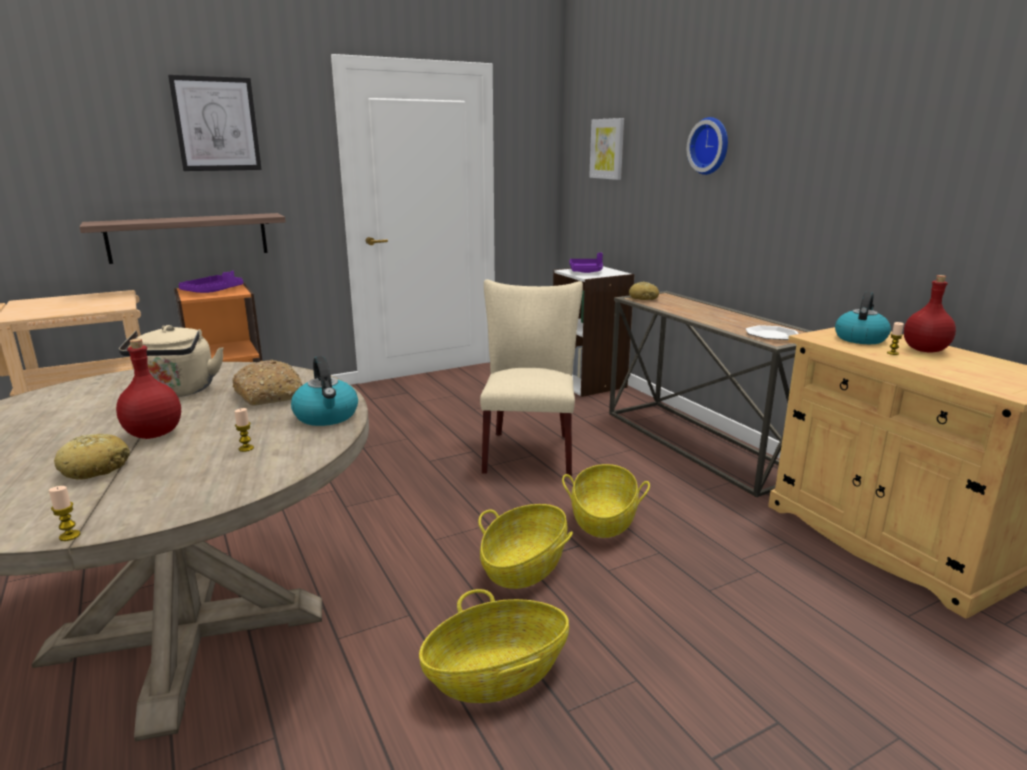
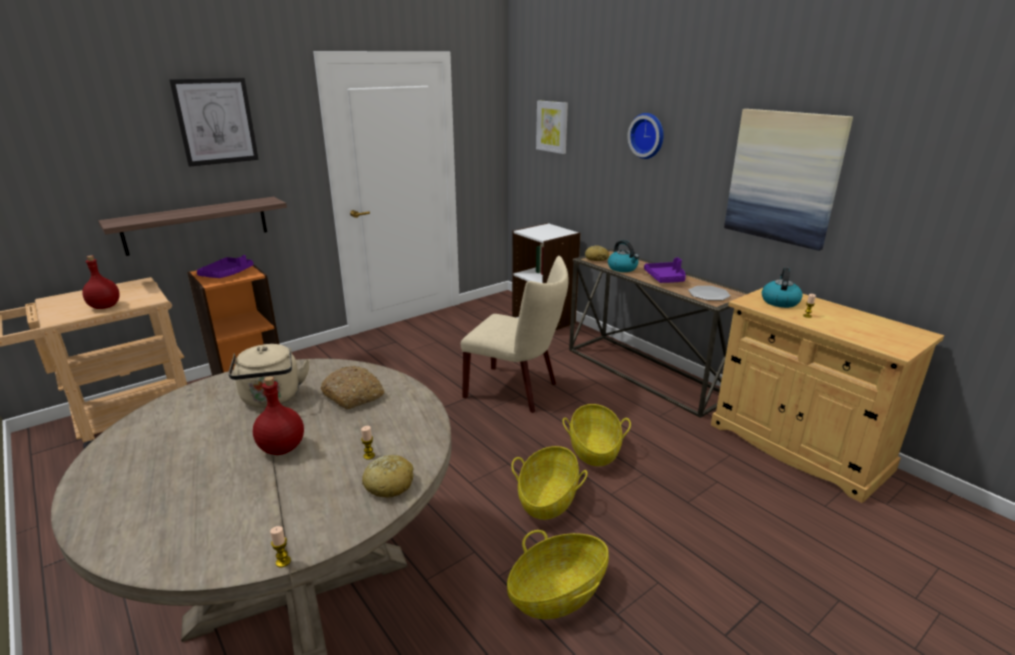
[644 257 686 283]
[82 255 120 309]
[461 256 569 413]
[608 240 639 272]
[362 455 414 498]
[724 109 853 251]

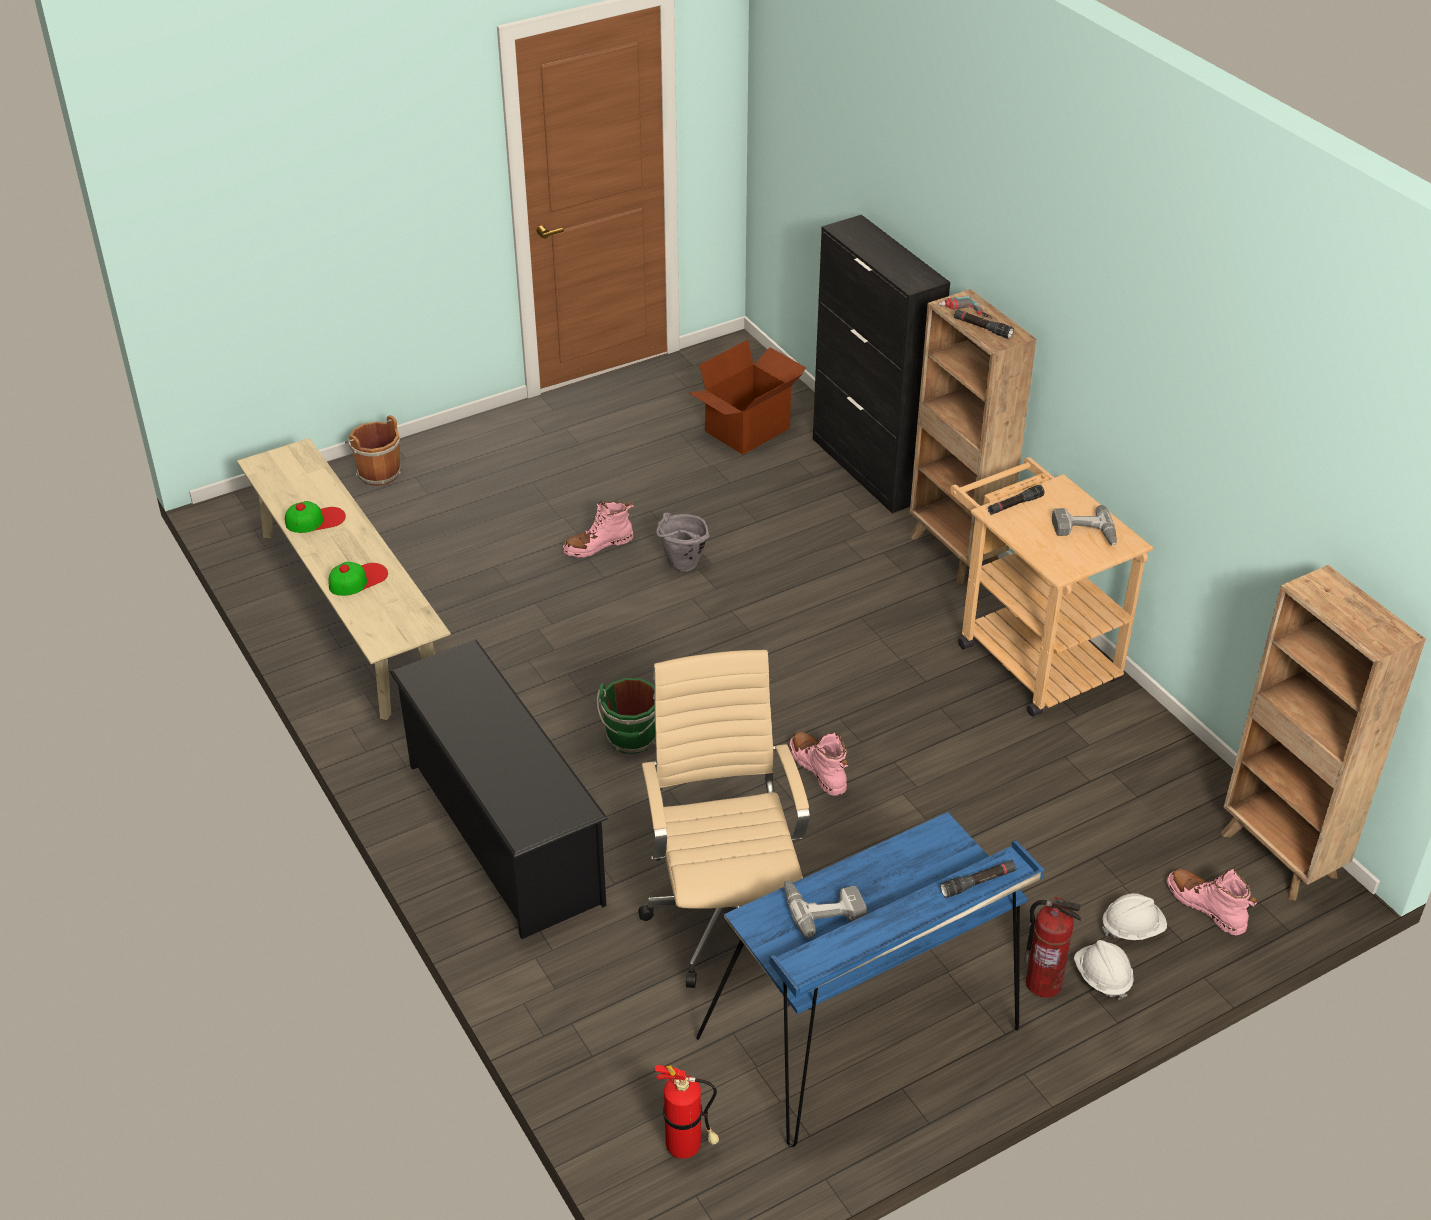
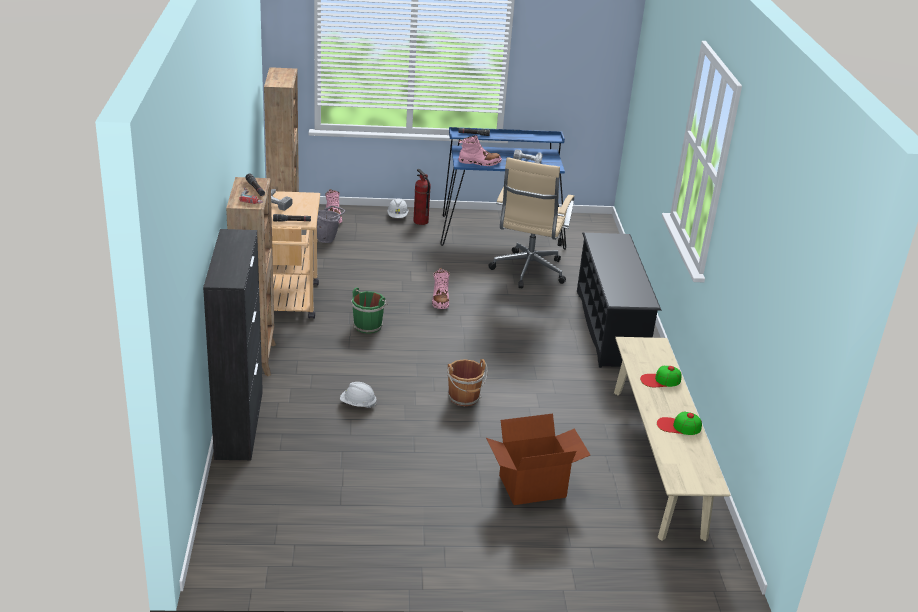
[486 414 590 505]
[447 359 488 406]
[458 135 502 166]
[317 206 345 243]
[351 287 388 334]
[340 382 377 408]
[654 1065 719 1159] (first image)

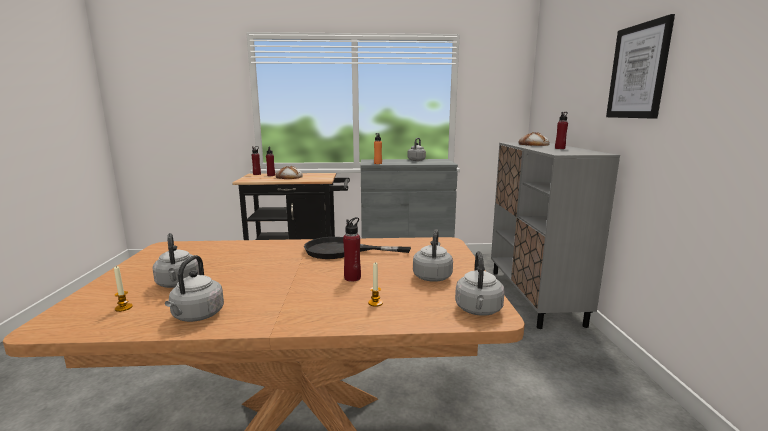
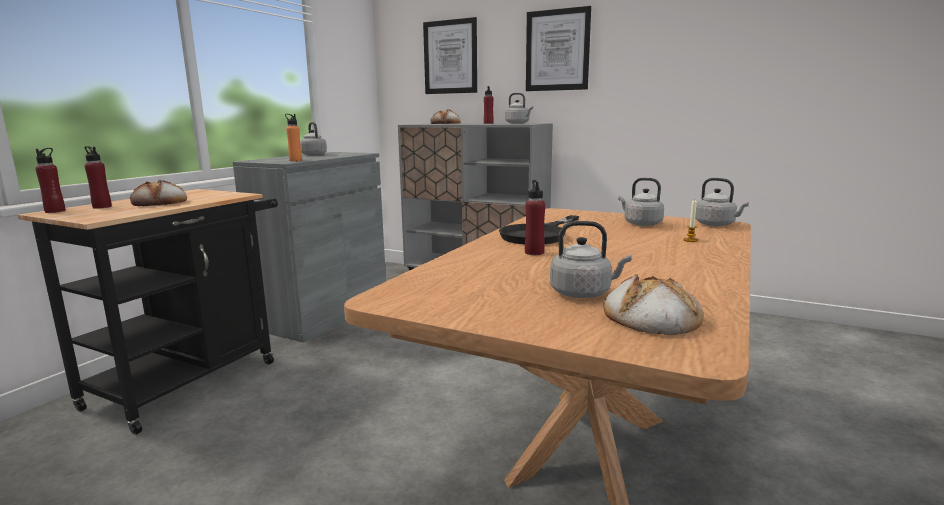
[525 180 545 255]
[505 93 533 124]
[604 274 703 335]
[423 17 477 94]

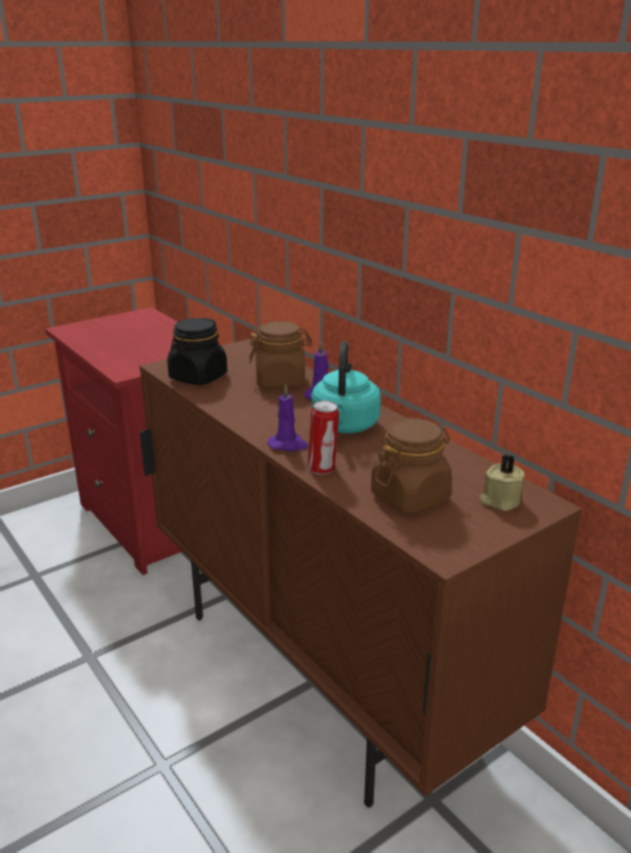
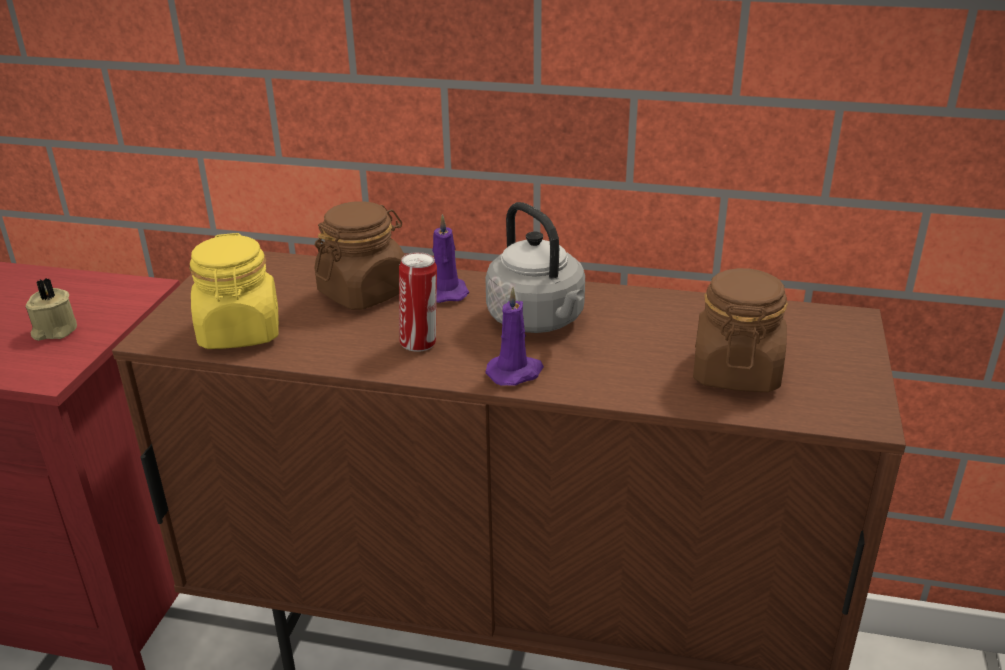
[189 233 279 349]
[485 202 585 333]
[399 252 437 352]
[26 278 77 341]

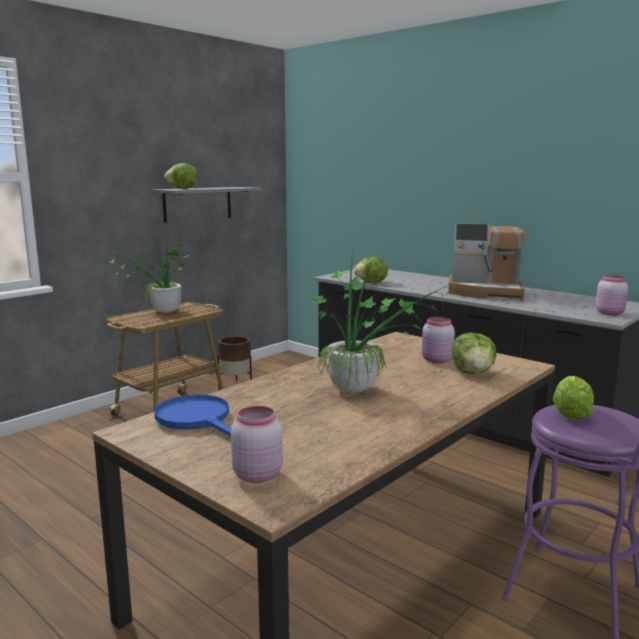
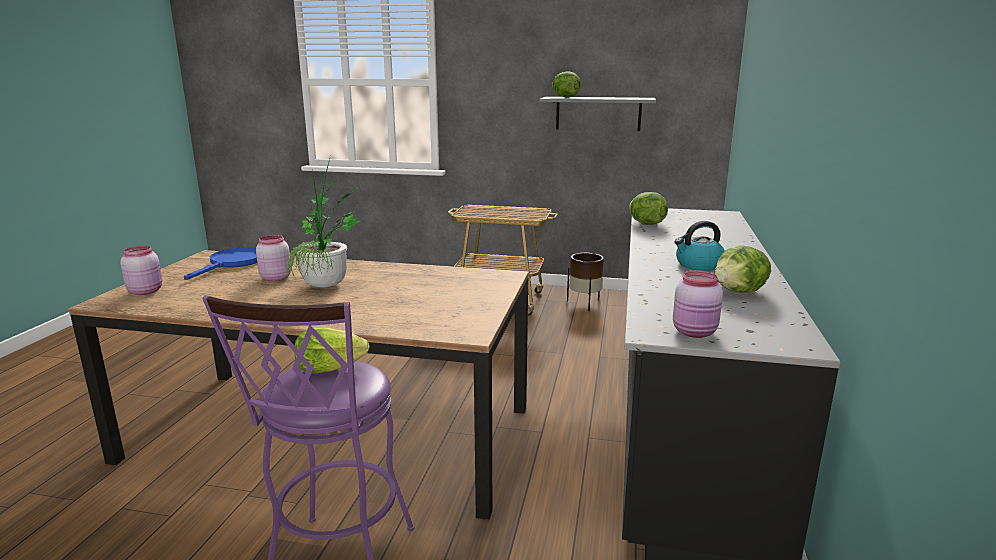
[675 221 725 271]
[108 233 191 313] (first image)
[256 235 291 281]
[715 245 771 293]

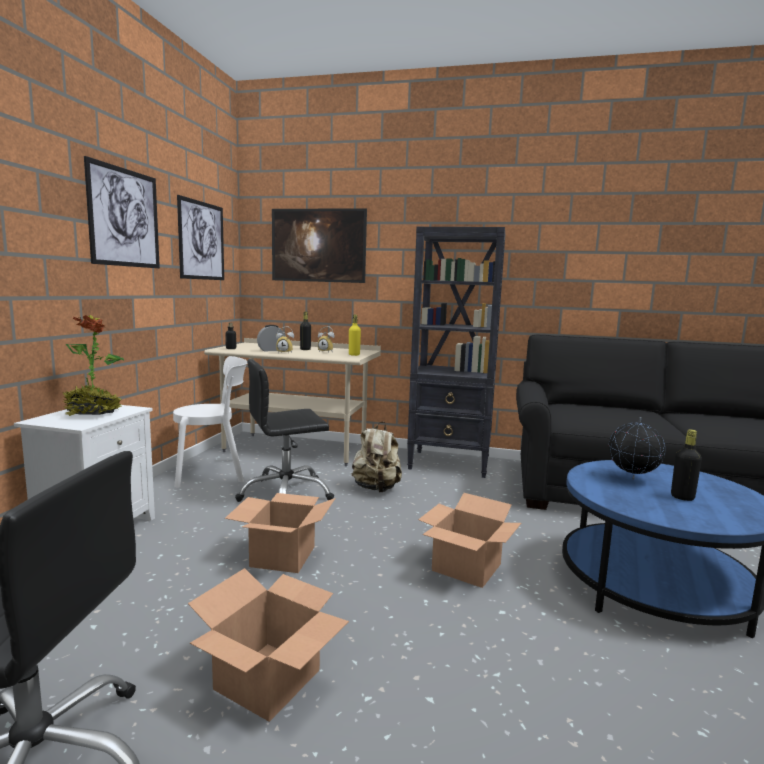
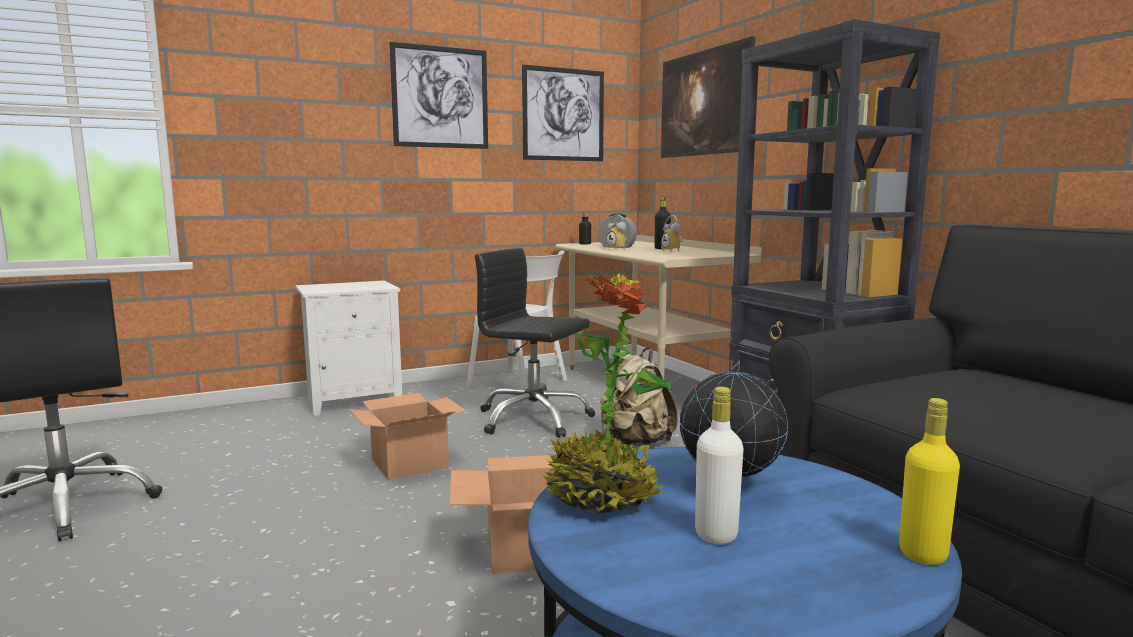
[542 273 672 514]
[899 398 960 565]
[695 387 743 544]
[188 568 349 722] (first image)

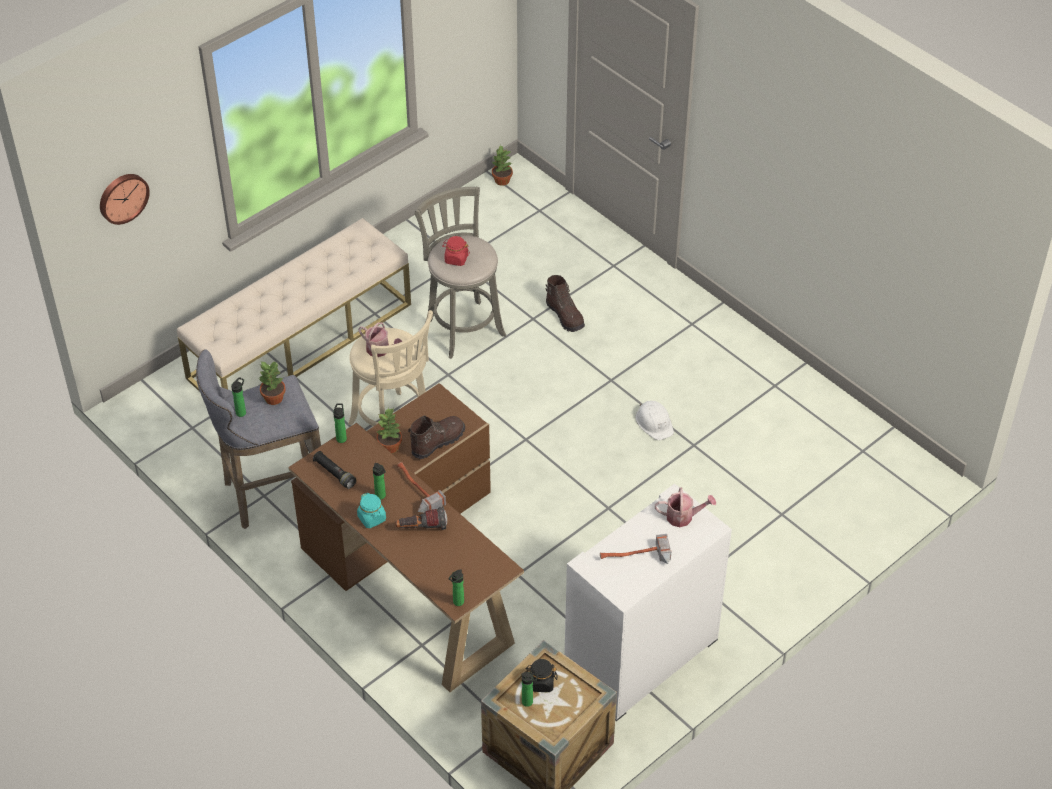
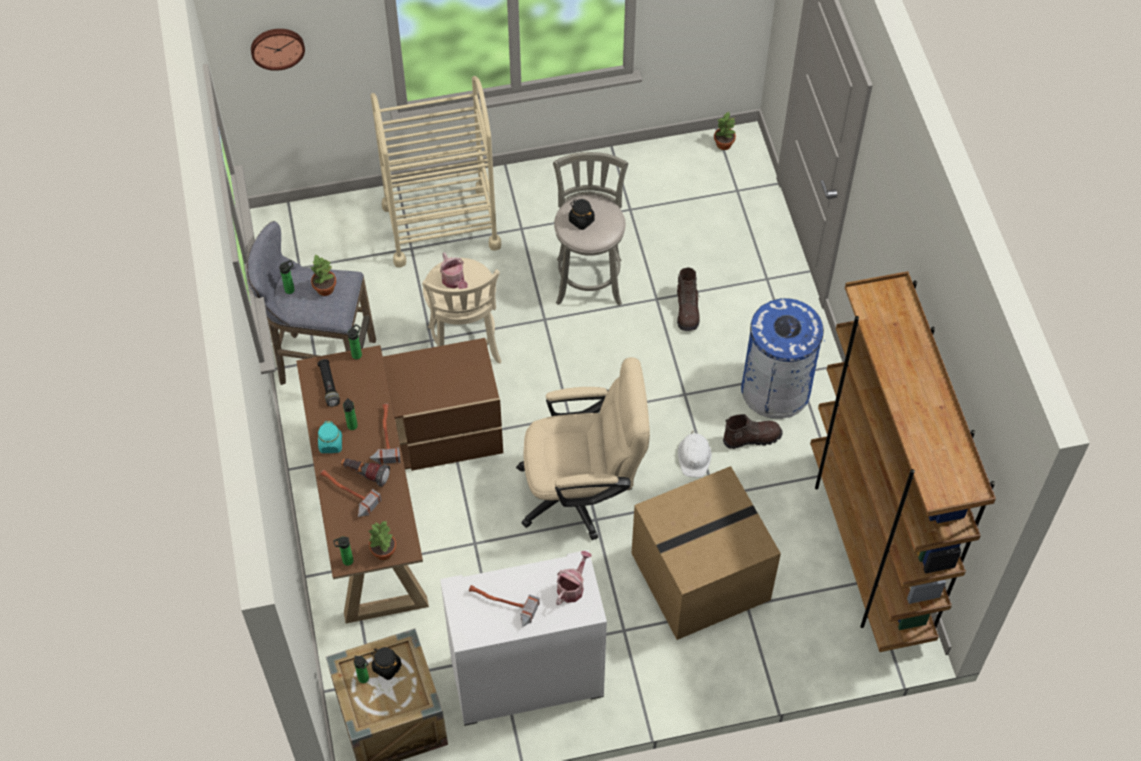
[371 76 501 267]
[569 199 595 230]
[368 520 396 560]
[723 414 783 449]
[556 551 592 605]
[810 271 996 652]
[741 298 825 419]
[516 357 650 540]
[631 466 781 640]
[320 470 382 517]

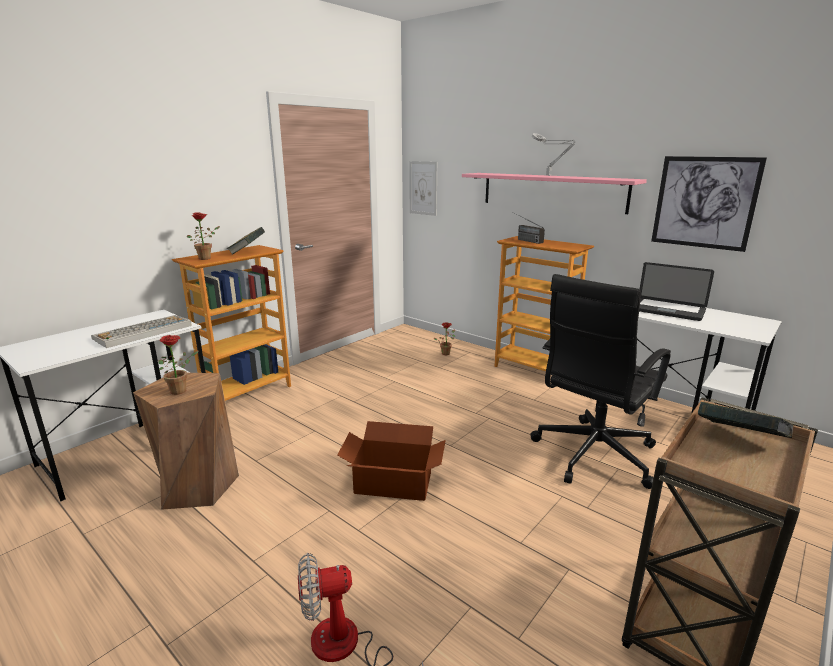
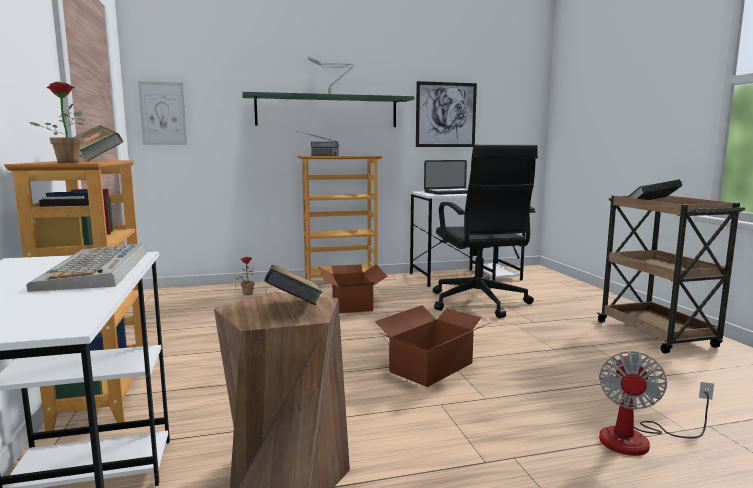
[242 92 415 127]
[264 265 323 305]
[319 264 388 313]

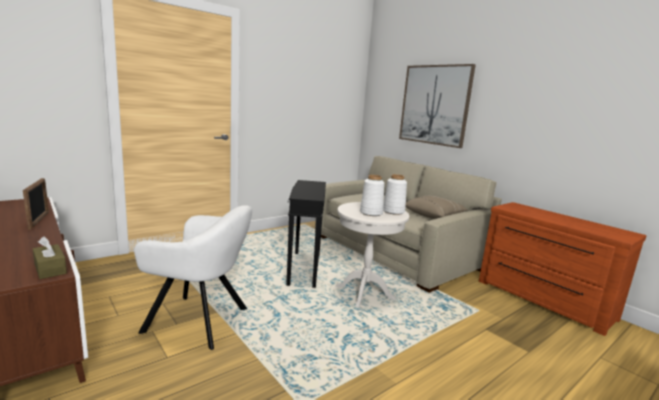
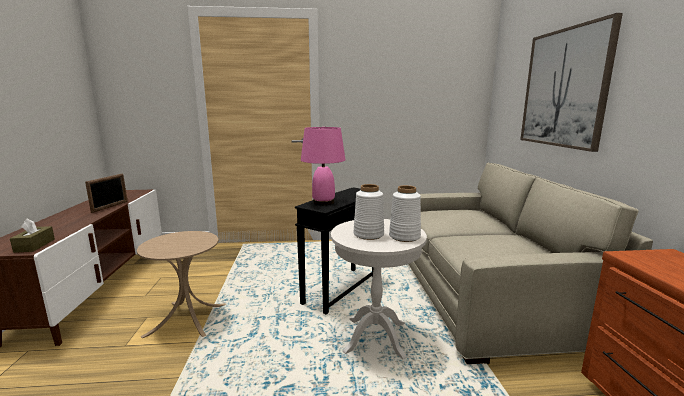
[406 195 467 219] (first image)
[137 231 226 338]
[301 127 345 205]

